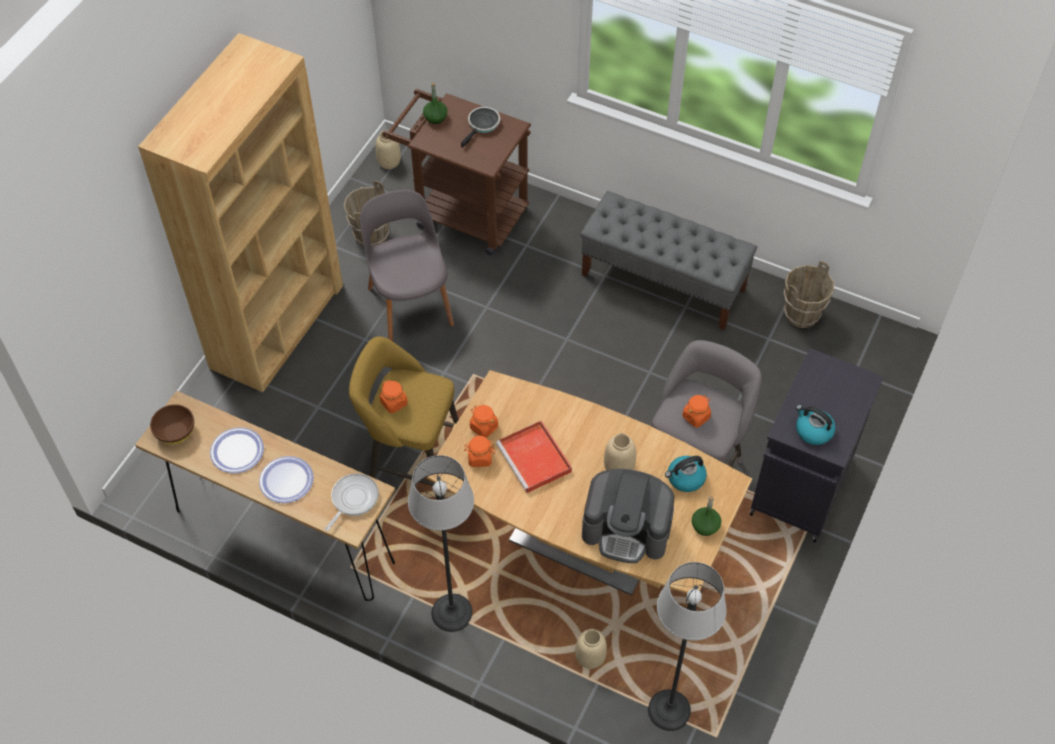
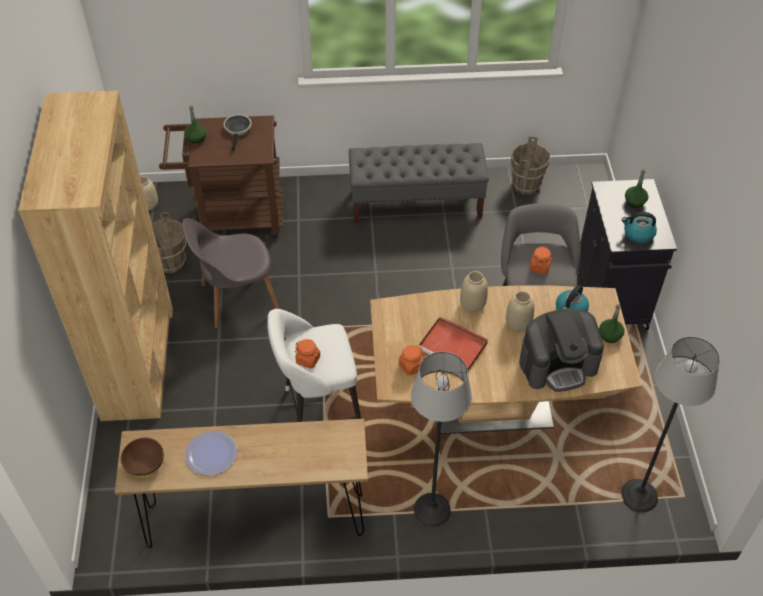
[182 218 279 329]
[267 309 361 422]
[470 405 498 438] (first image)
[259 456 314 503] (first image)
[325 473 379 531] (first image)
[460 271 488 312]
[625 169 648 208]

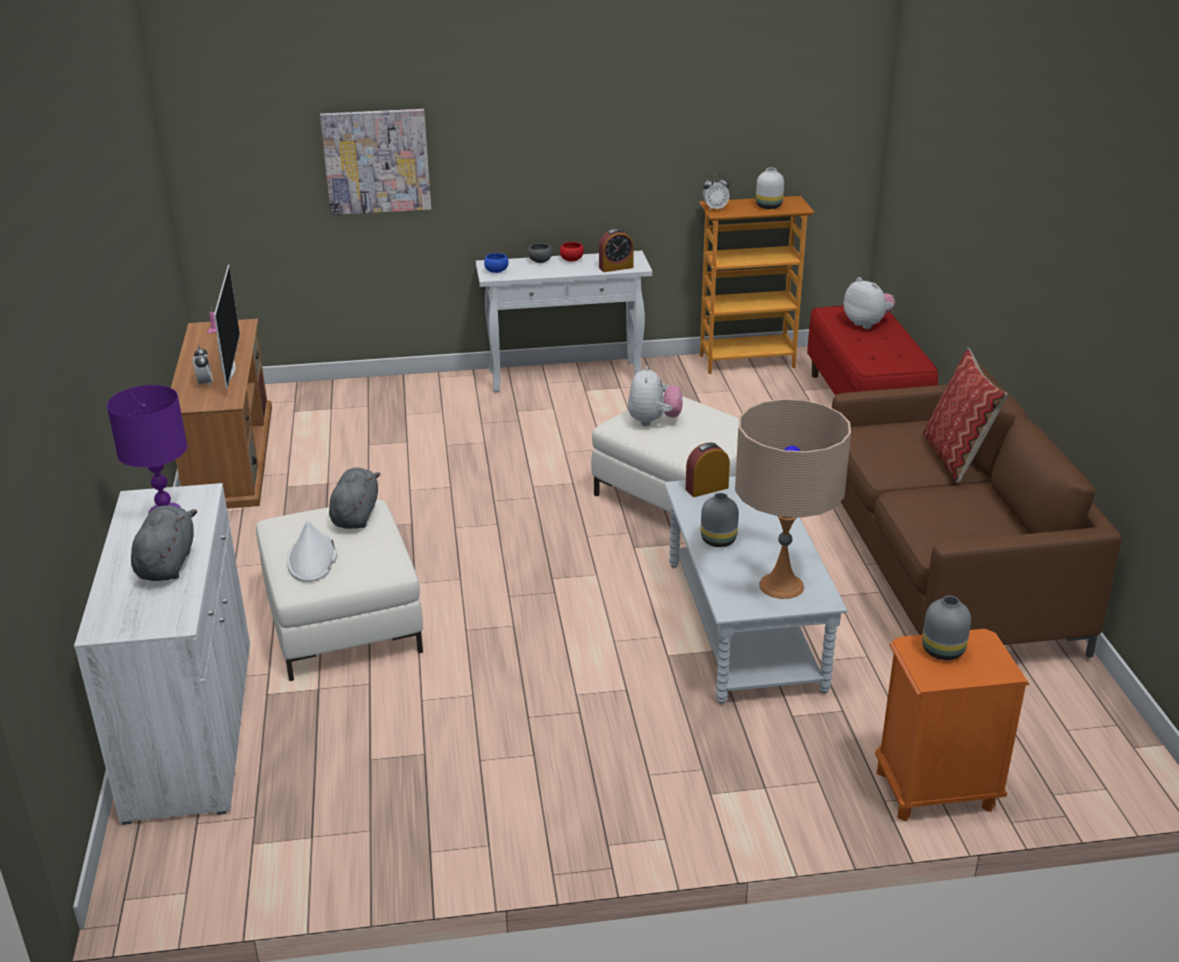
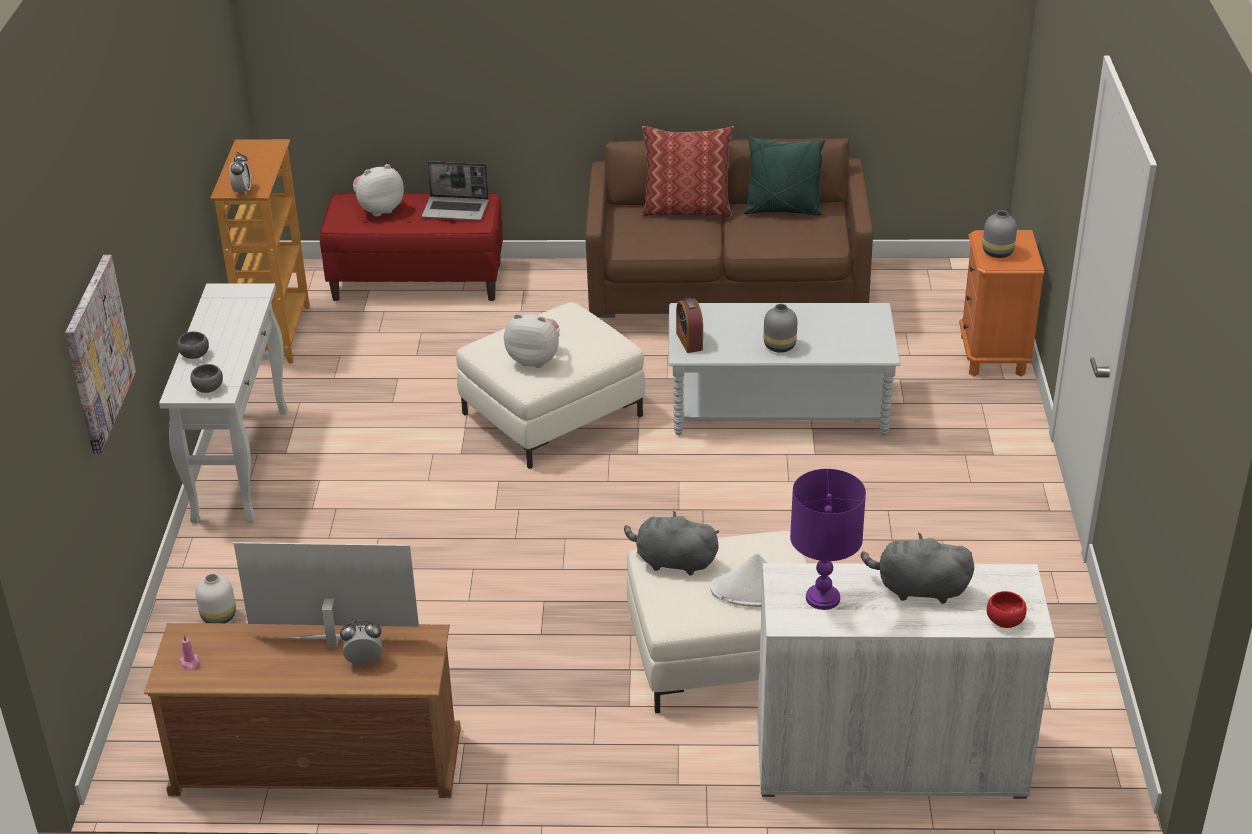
[195 573 236 623]
[599 228 634 272] (first image)
[987 591 1027 628]
[190 364 223 393]
[735 399 851 599] (first image)
[744 136 825 216]
[422 161 489 220]

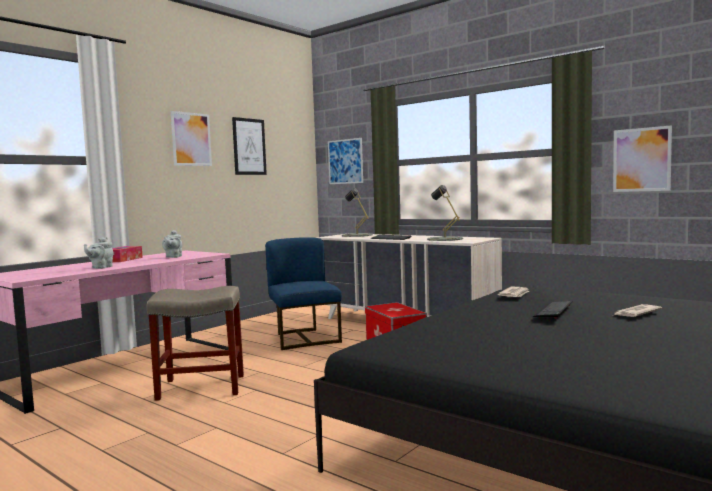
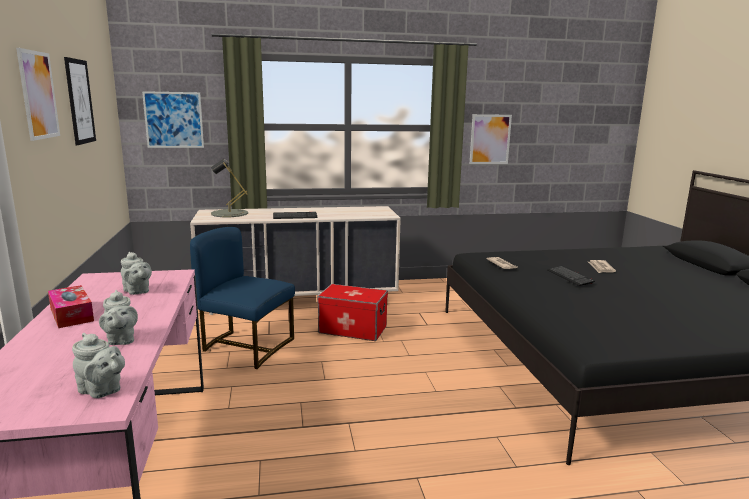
[427 185 463 241] (first image)
[146 286 244 401] (first image)
[72 333 125 398]

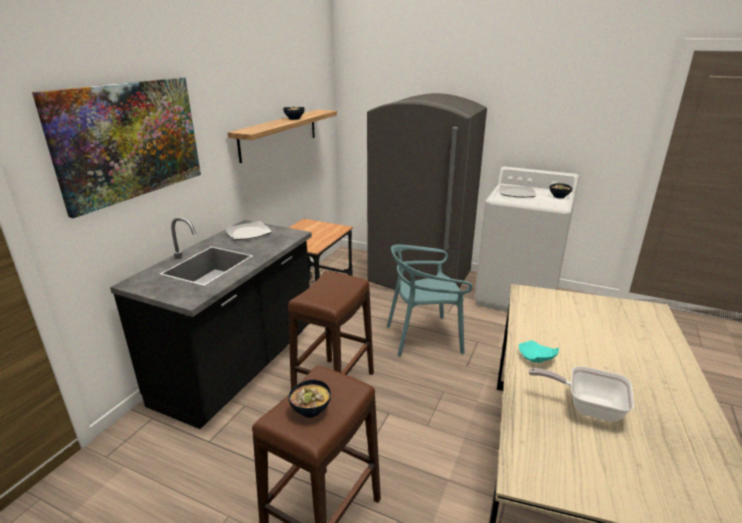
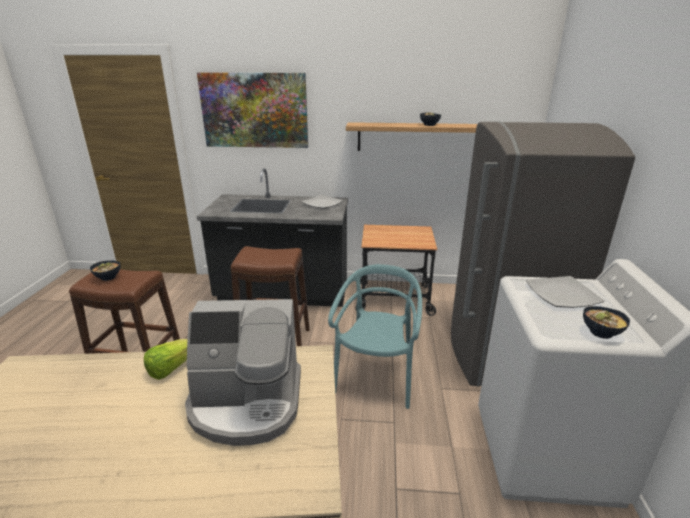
[328 264 422 409]
[144 339 188 380]
[529 366 634 422] (first image)
[185 299 301 446]

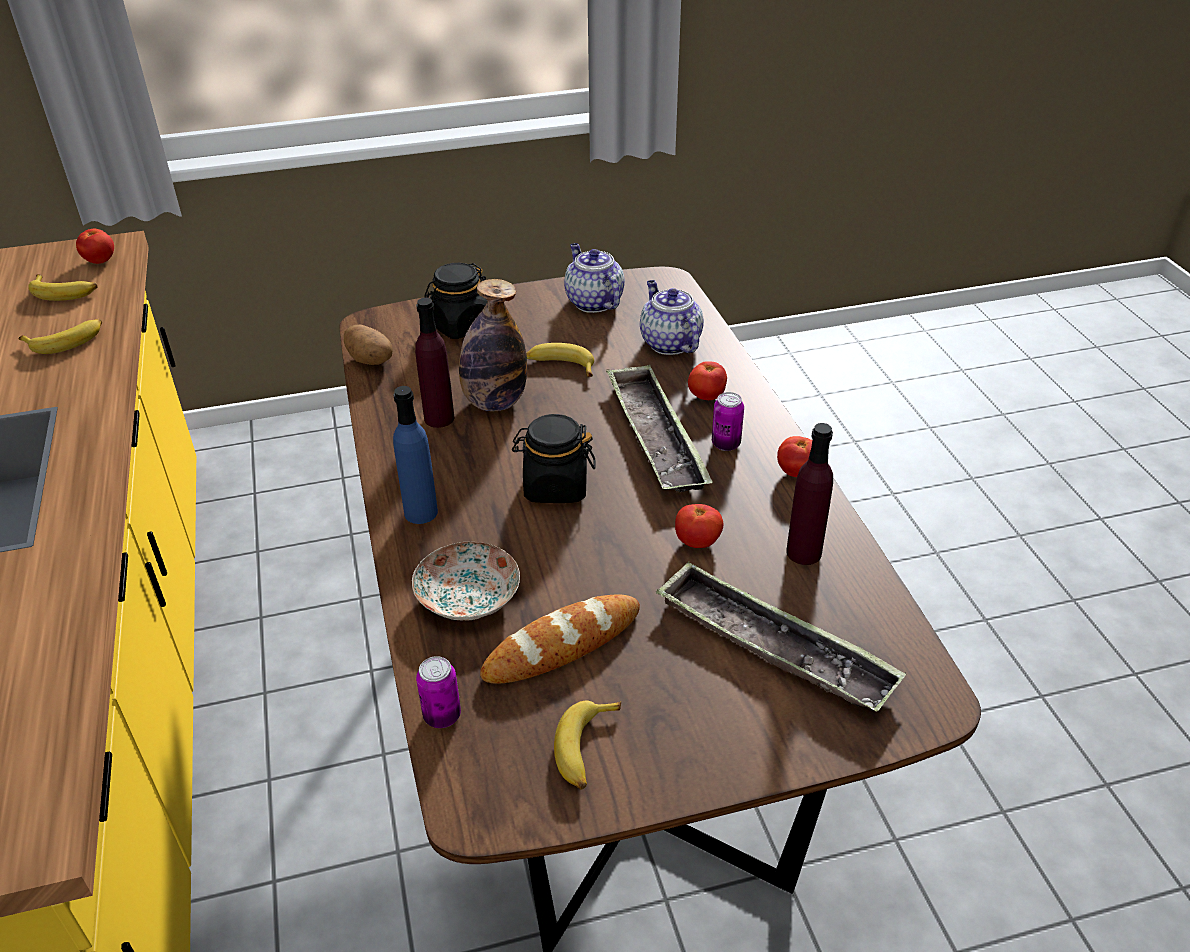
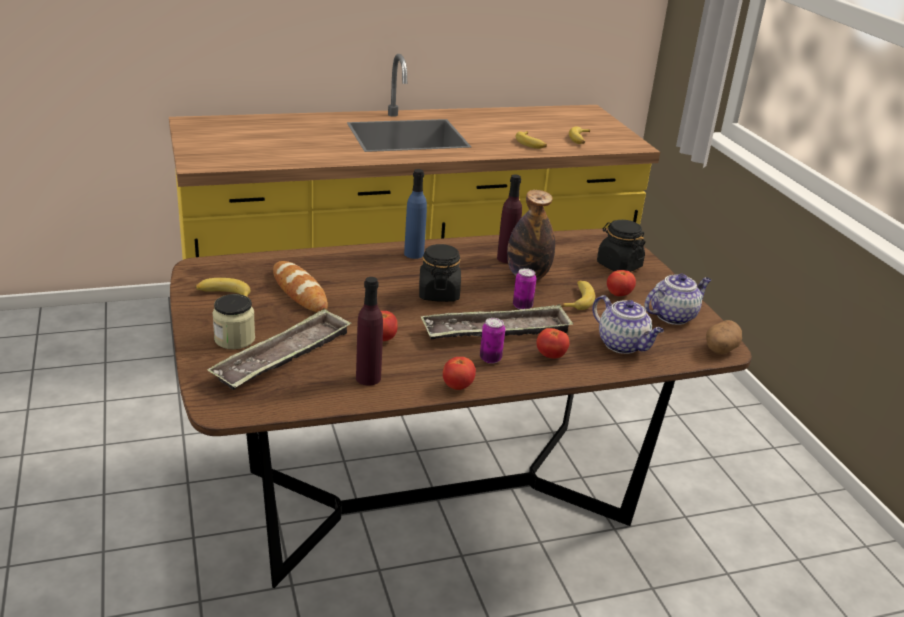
[607 270 636 296]
[592 295 664 354]
[706 320 742 354]
[412 542 520 620] (first image)
[513 268 537 309]
[212 294 255 349]

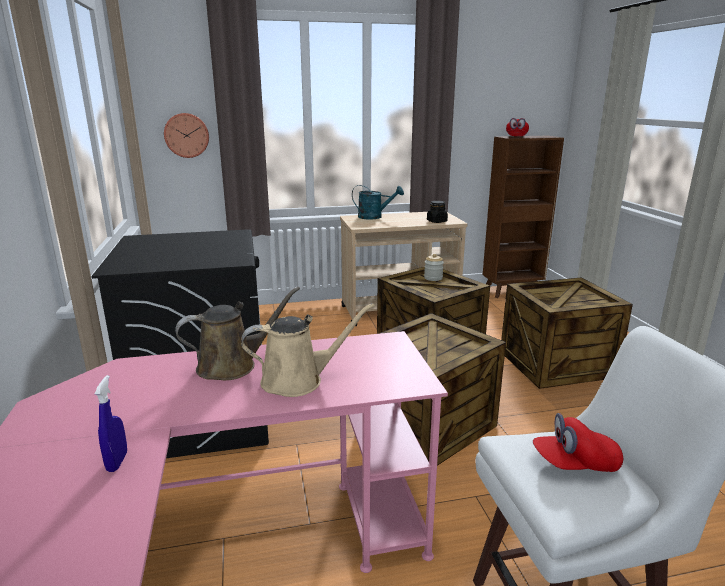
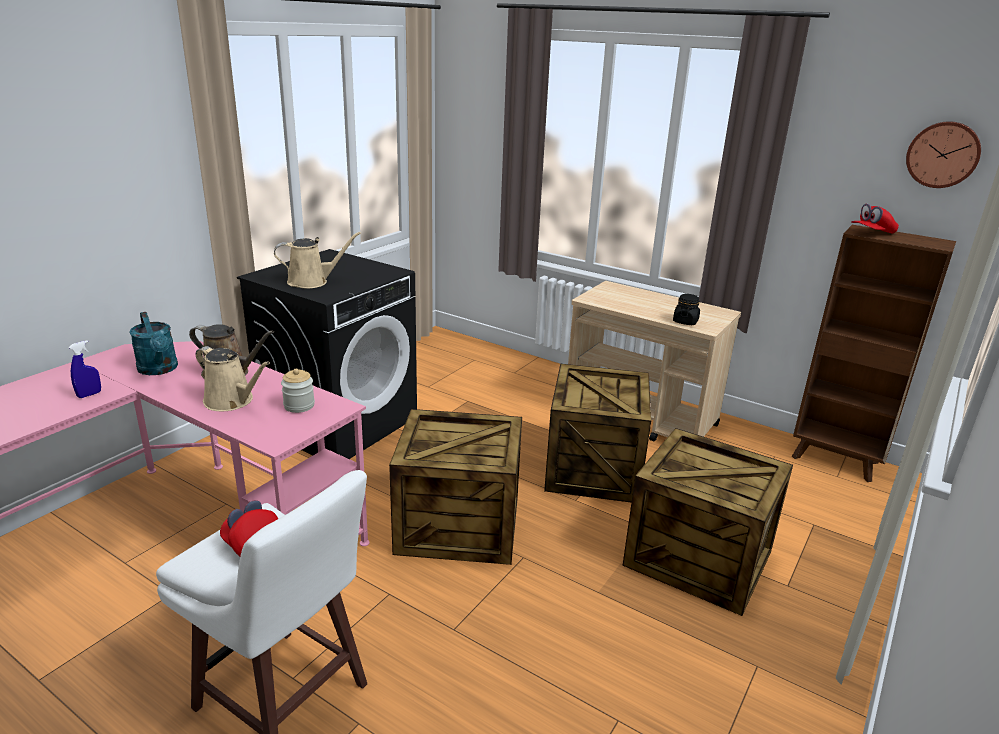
[906 121 981 188]
[129 312 178 375]
[281 369 315 413]
[274 232 361 289]

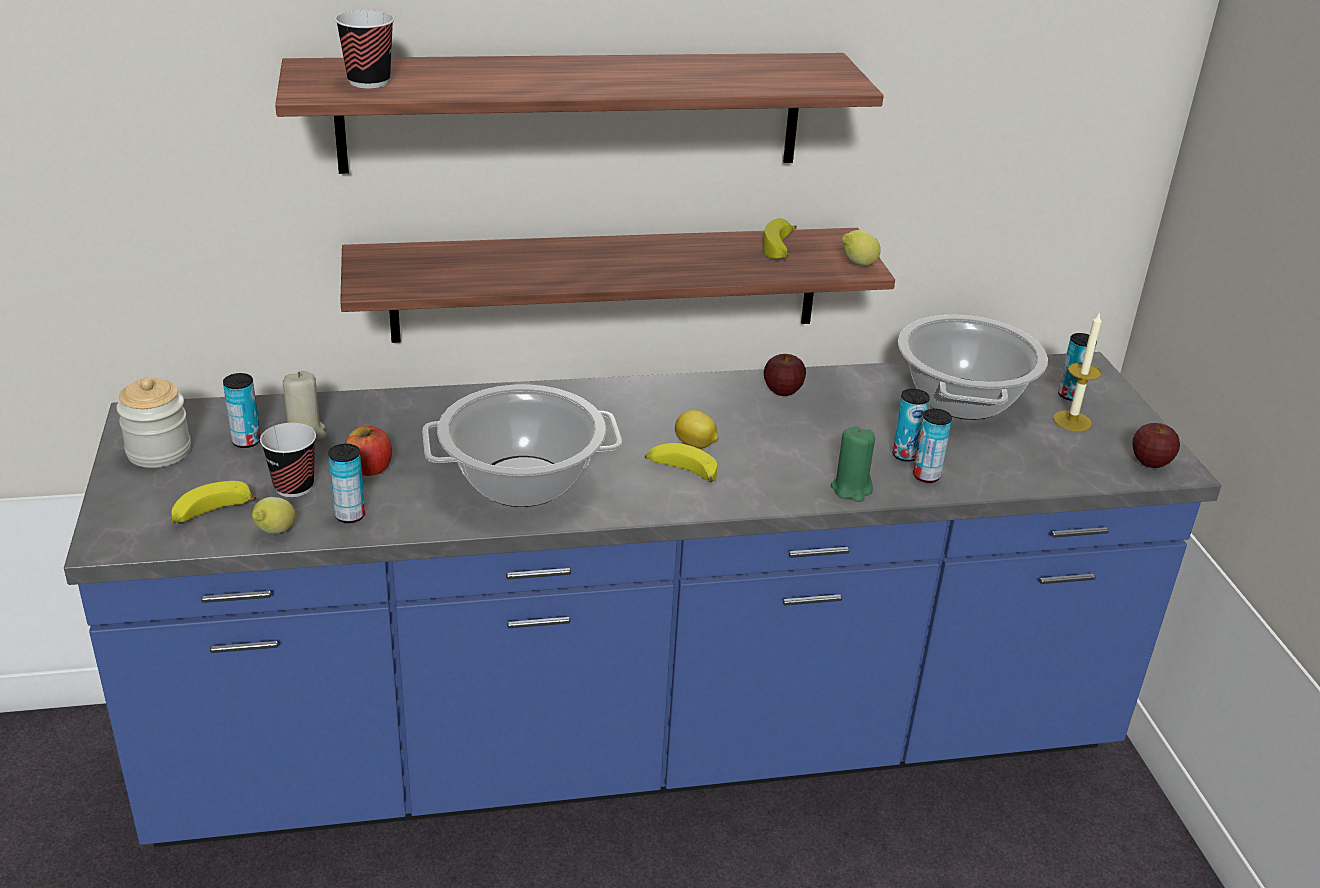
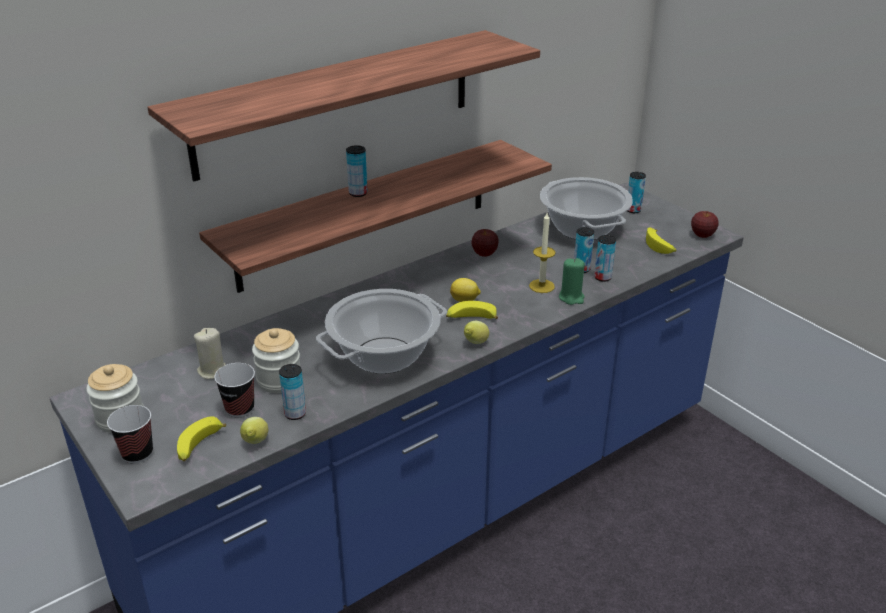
[107 405 153 464]
[646 227 677 254]
[464 321 489 344]
[529 213 556 293]
[346 145 368 197]
[252 328 300 393]

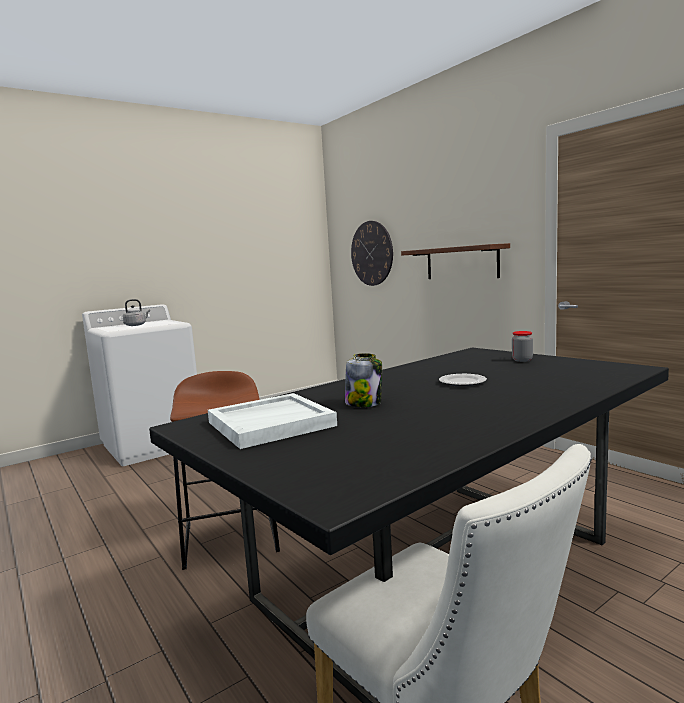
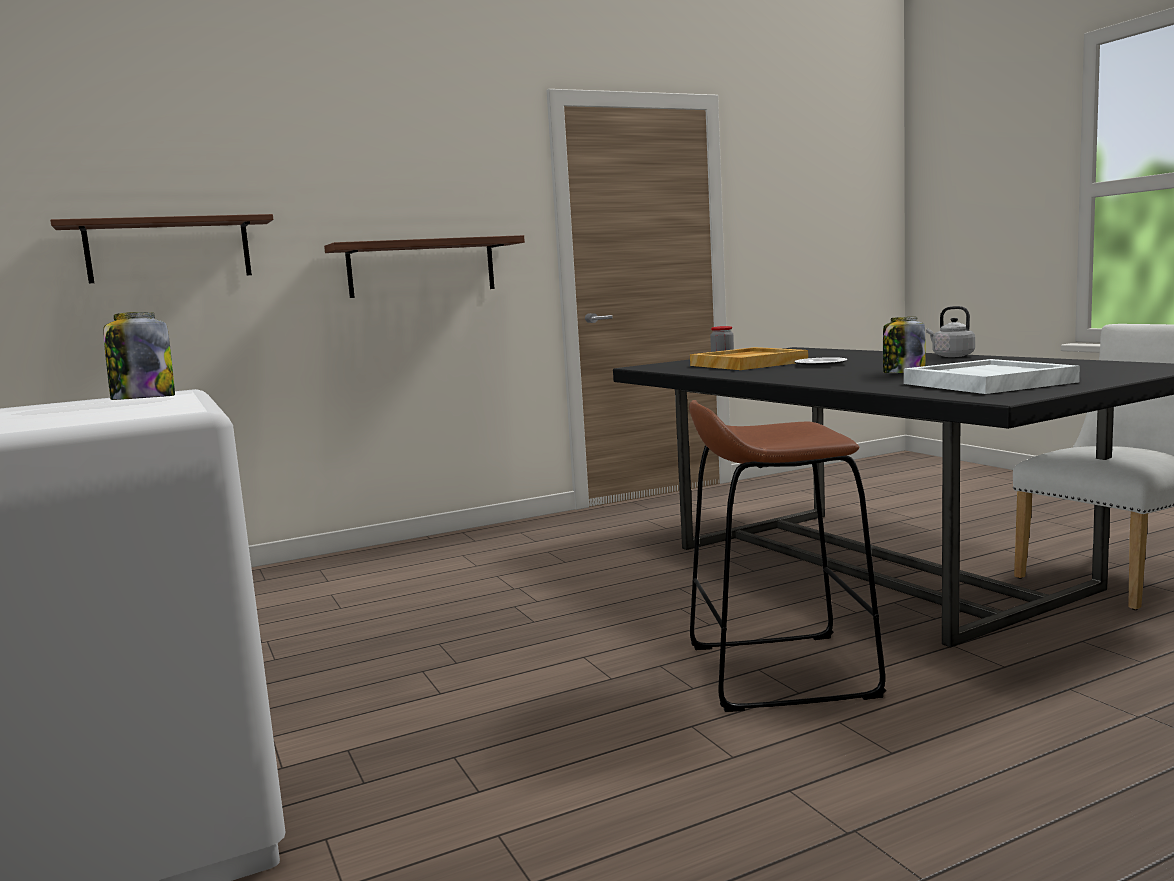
[50 214 273 283]
[926 306 975 357]
[103 312 175 400]
[690 347 808 370]

